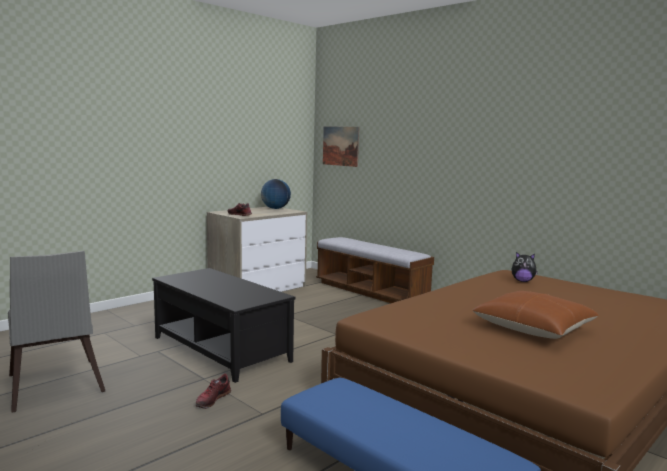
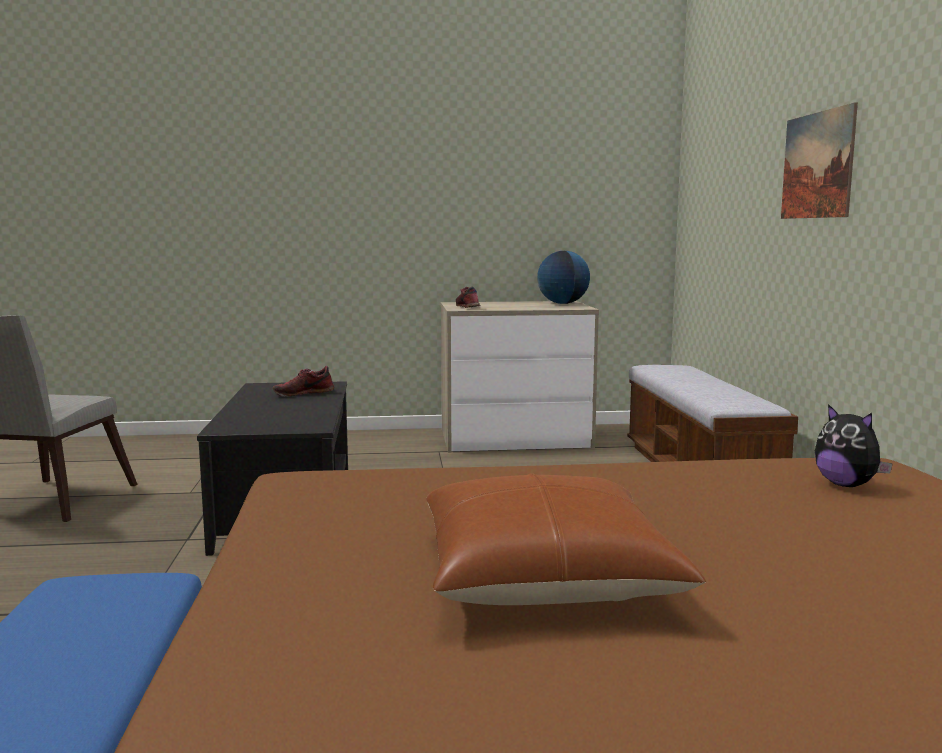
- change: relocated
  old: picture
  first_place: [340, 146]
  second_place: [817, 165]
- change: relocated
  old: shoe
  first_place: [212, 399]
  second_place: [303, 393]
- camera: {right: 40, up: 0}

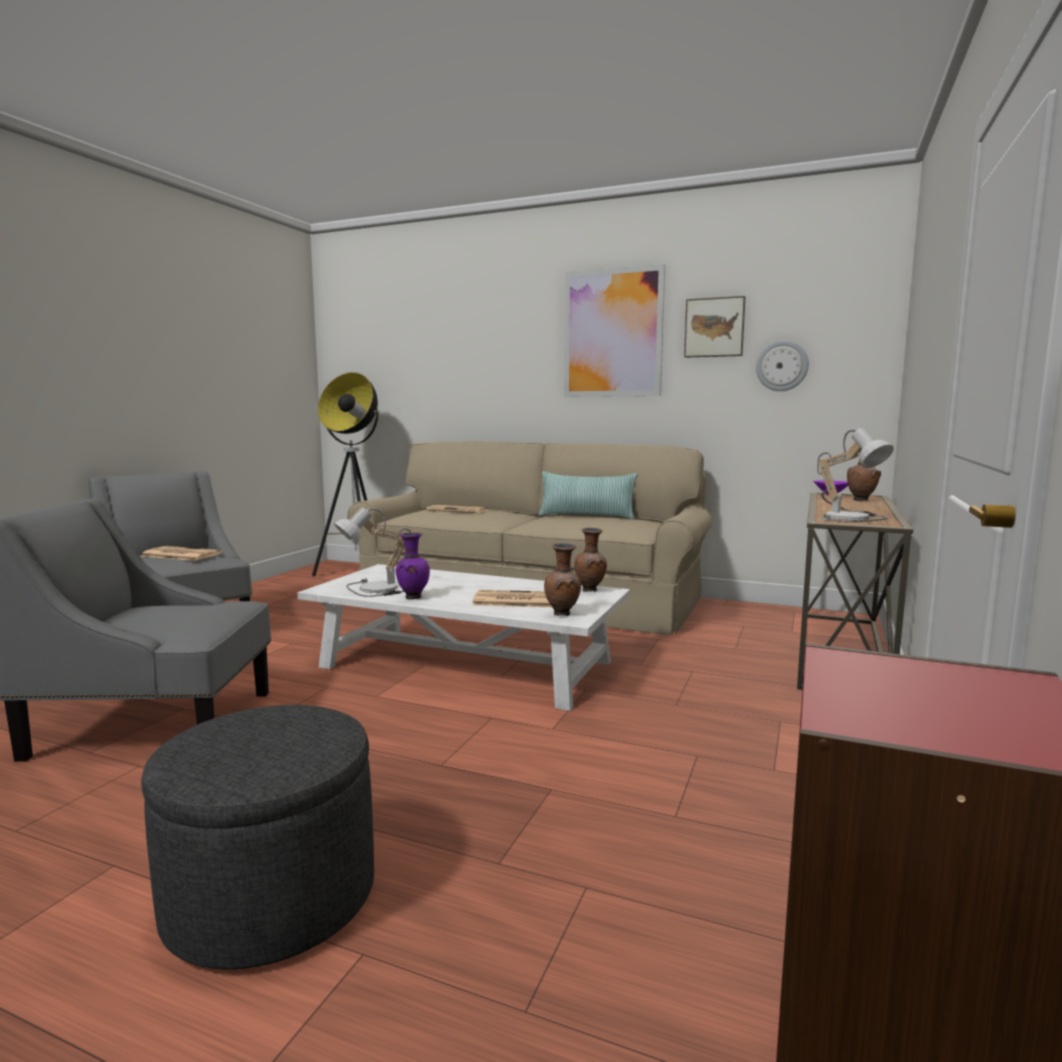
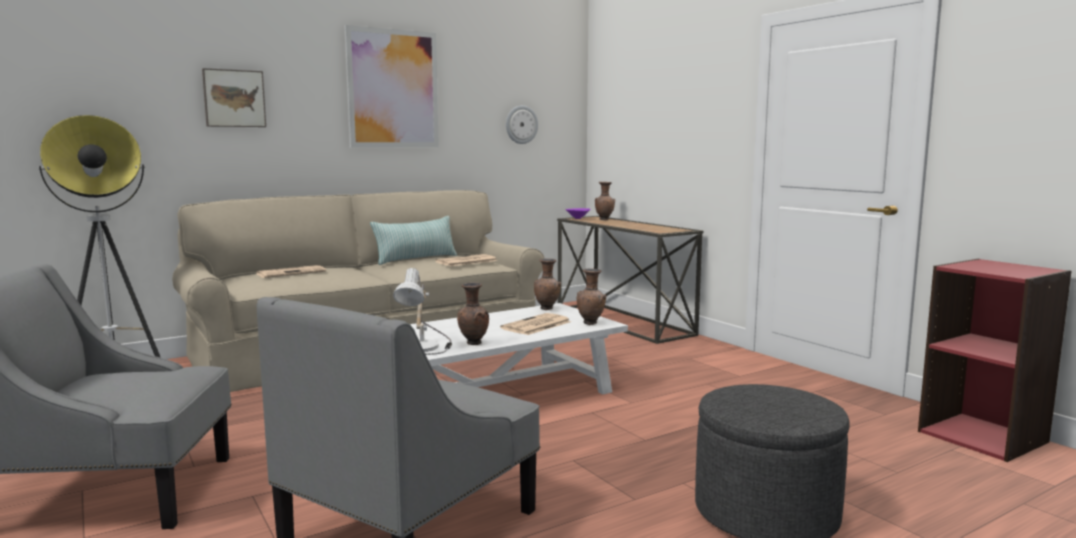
- change: relocated
  old: picture
  first_place: [714, 327]
  second_place: [234, 98]
- change: missing
  old: tabletop lamp
  first_place: [852, 517]
- change: colour
  old: purplish vase
  new: brown vase
  first_place: [412, 597]
  second_place: [473, 343]
- change: relocated
  old: printed paper
  first_place: [180, 555]
  second_place: [466, 261]
- camera: {right: -55, up: 0}

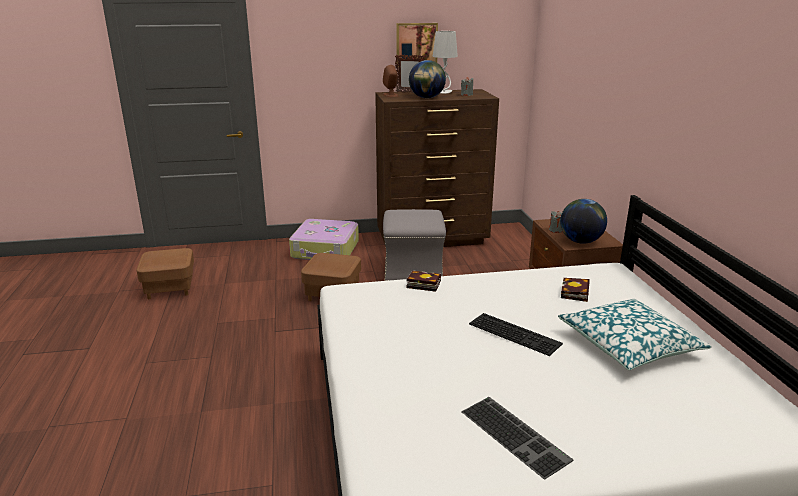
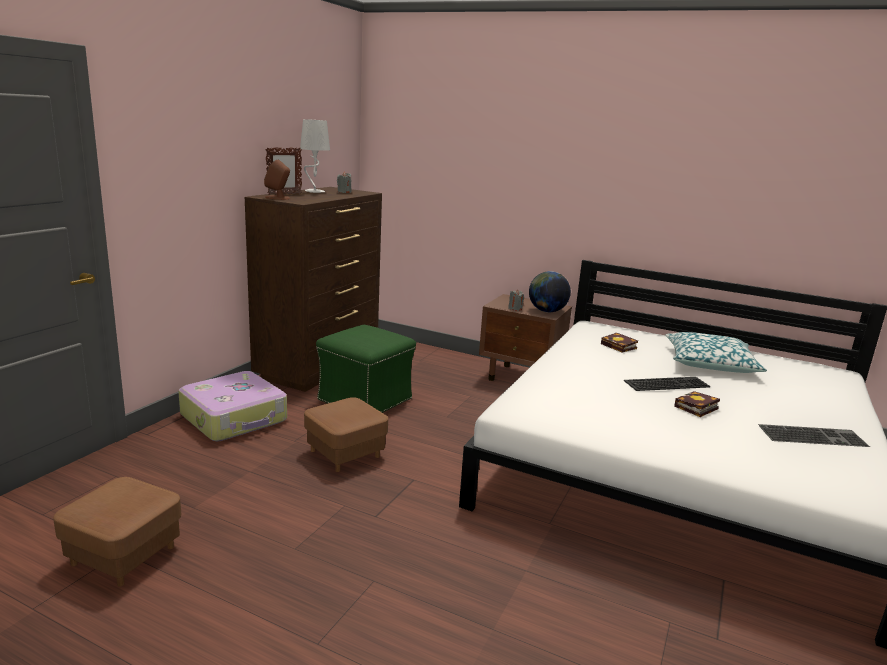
- change: missing
  old: picture
  first_place: [416, 44]
- change: missing
  old: globe
  first_place: [427, 98]
- change: colour
  old: gray footrest
  new: greenish footrest
  first_place: [413, 270]
  second_place: [365, 400]
- change: relocated
  old: volume
  first_place: [422, 284]
  second_place: [695, 408]
- camera: {right: -55, up: -5}

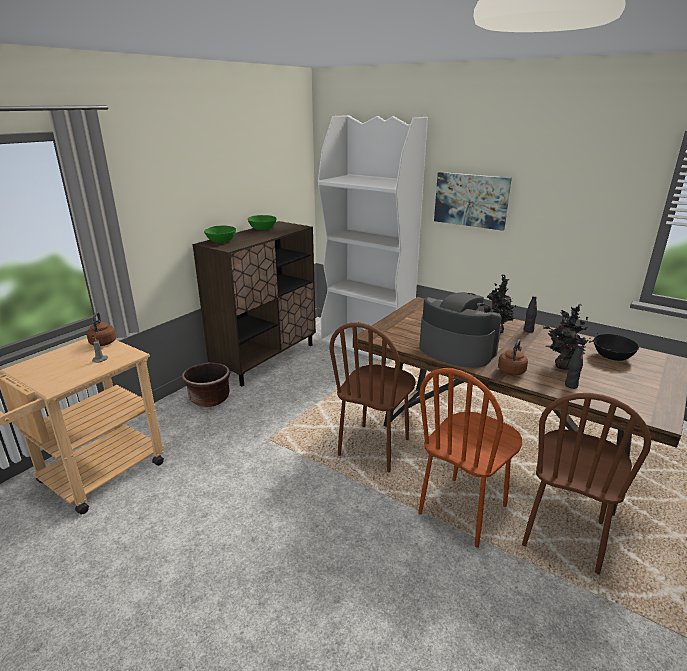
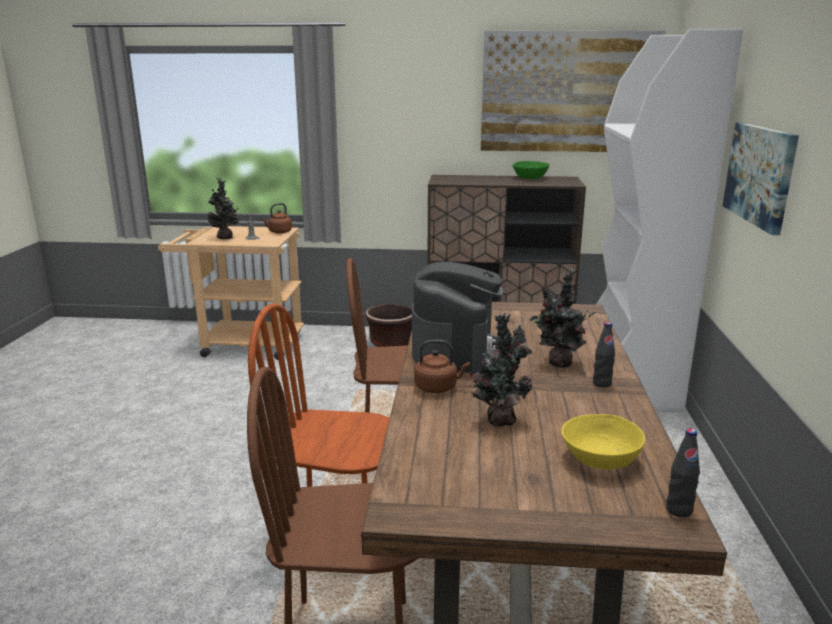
- change: missing
  old: greenish deep dish
  first_place: [221, 241]
- change: colour
  old: blackish deep dish
  new: yellow deep dish
  first_place: [612, 356]
  second_place: [600, 459]
- change: relocated
  old: blackish beverage bottle
  first_place: [571, 385]
  second_place: [679, 510]
- change: appeared
  new: picture
  second_place: [568, 92]
- change: appeared
  new: plant in a pot
  second_place: [226, 238]
- camera: {right: 60, up: -5}

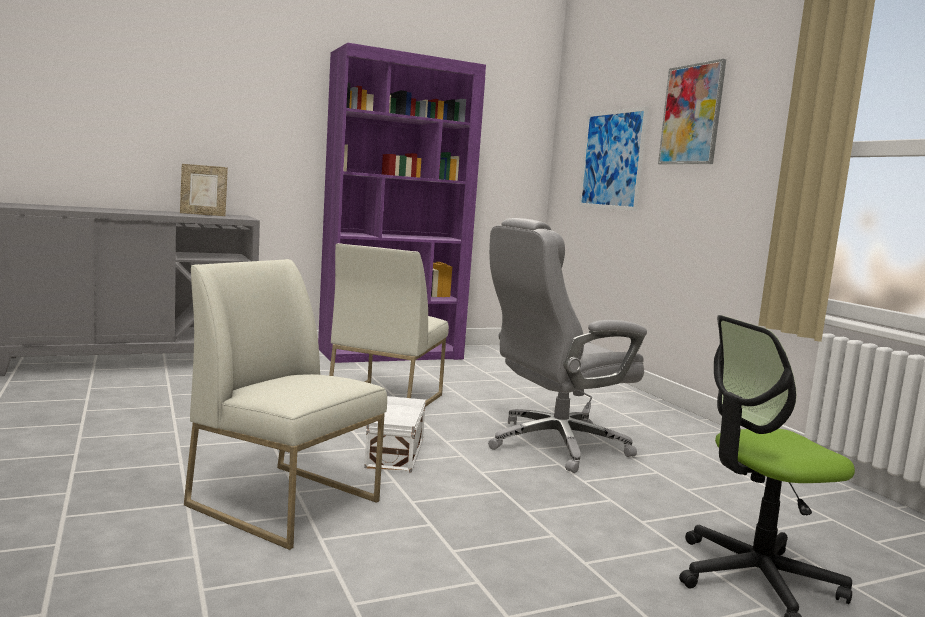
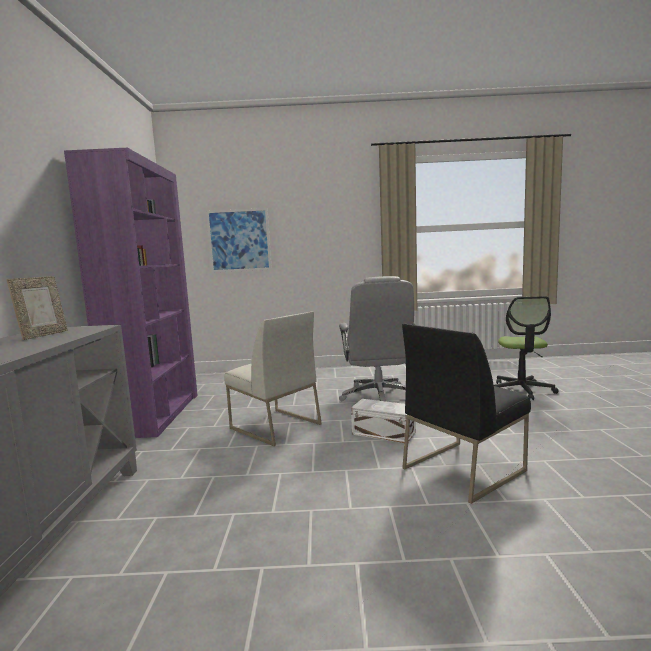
- change: missing
  old: picture
  first_place: [691, 114]
- change: colour
  old: whitish chair
  new: blackish chair
  first_place: [286, 503]
  second_place: [463, 469]
- camera: {right: -65, up: 0}

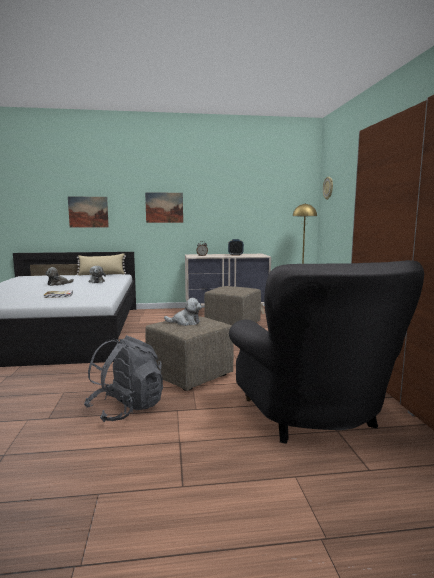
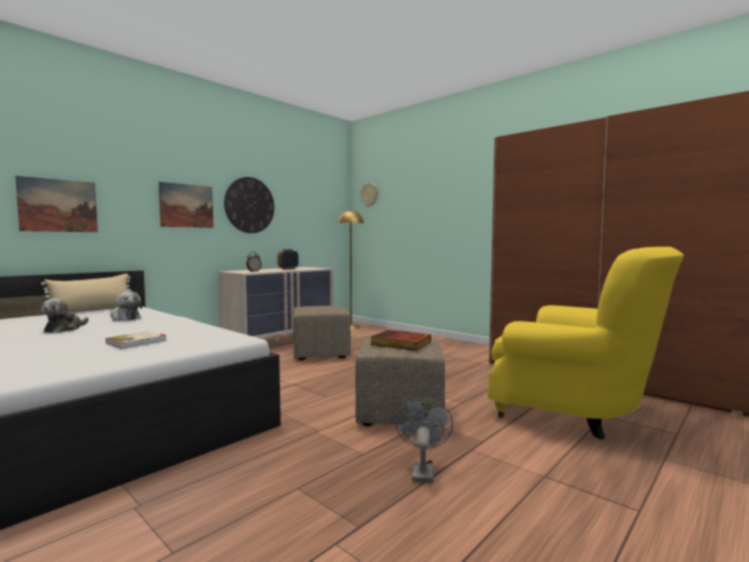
- change: colour
  old: gray lounge chair
  new: yellow lounge chair
  first_place: [314, 419]
  second_place: [574, 413]
- change: exchanged
  old: plush toy
  new: volume
  first_place: [185, 322]
  second_place: [400, 343]
- change: exchanged
  old: gray knapsack
  new: gray fan
  first_place: [126, 409]
  second_place: [422, 470]
- change: appeared
  new: hanging clock
  second_place: [249, 205]
- camera: {right: -40, up: -5}

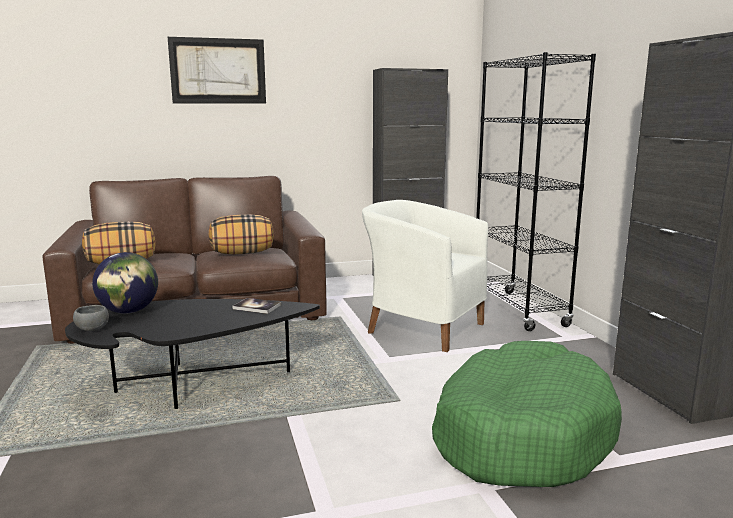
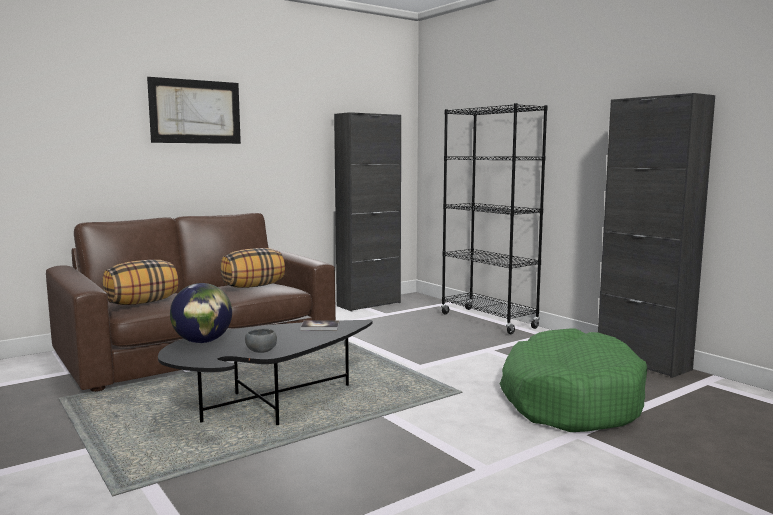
- change: missing
  old: whitish lounge chair
  first_place: [421, 327]
- change: relocated
  old: gray deep dish
  first_place: [92, 329]
  second_place: [261, 352]
- camera: {right: -20, up: -5}

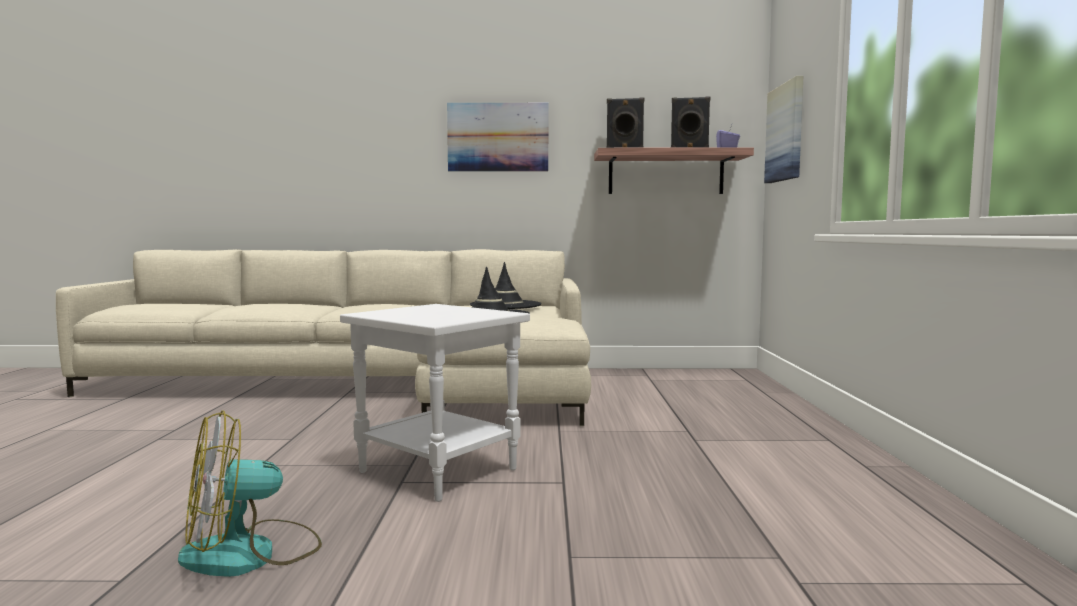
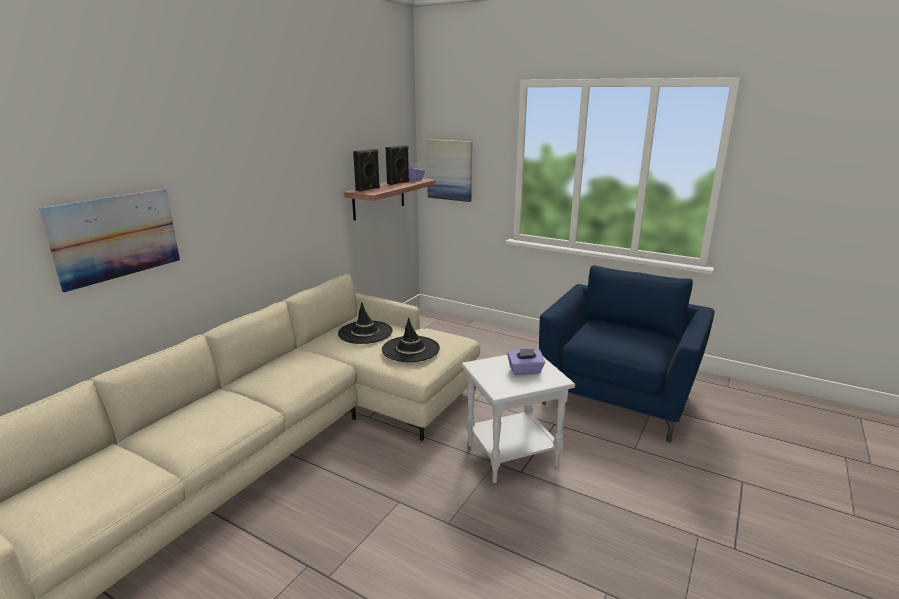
- change: relocated
  old: picture
  first_place: [498, 137]
  second_place: [116, 236]
- change: missing
  old: fan
  first_place: [251, 554]
- change: appeared
  new: blue-coloured lounge chair
  second_place: [617, 398]
- change: appeared
  new: purplish tissue box
  second_place: [525, 371]
- camera: {right: -60, up: 15}

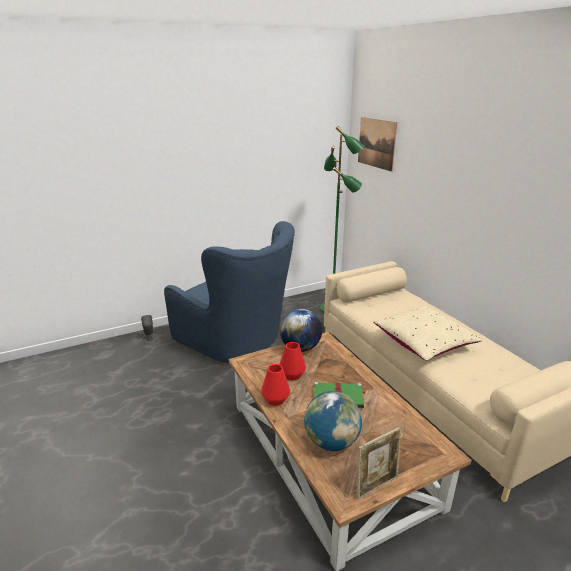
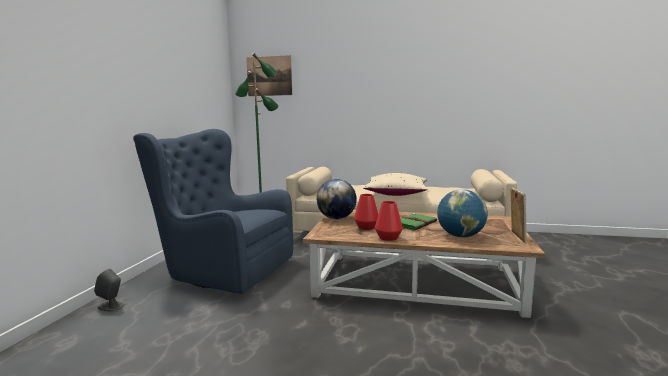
- change: spun
  old: blue-coloured lounge chair
  first_place: [236, 342]
  second_place: [221, 269]
  degrees: -150
- camera: {right: -50, up: -15}

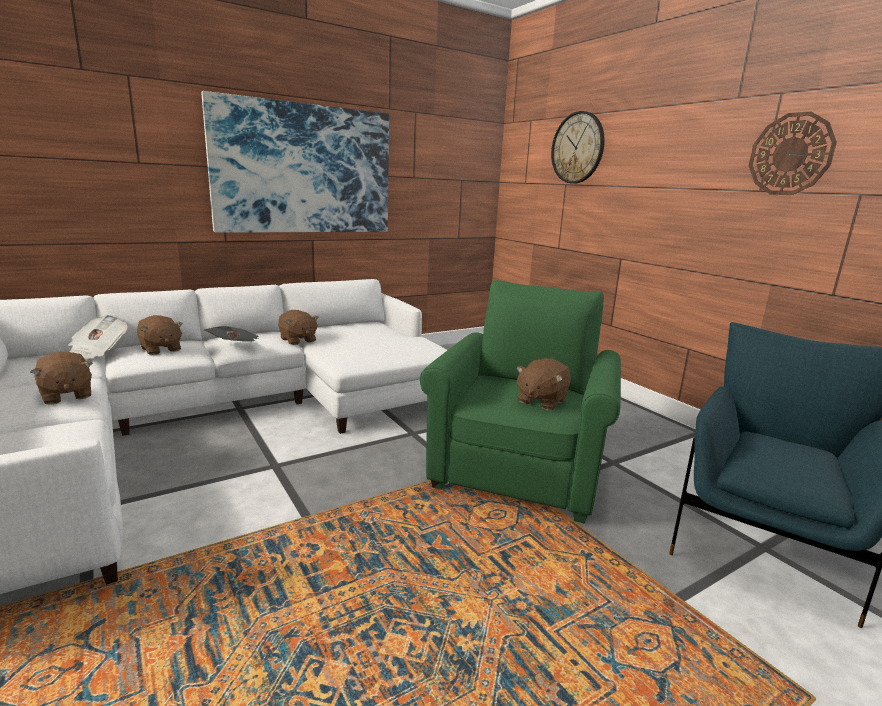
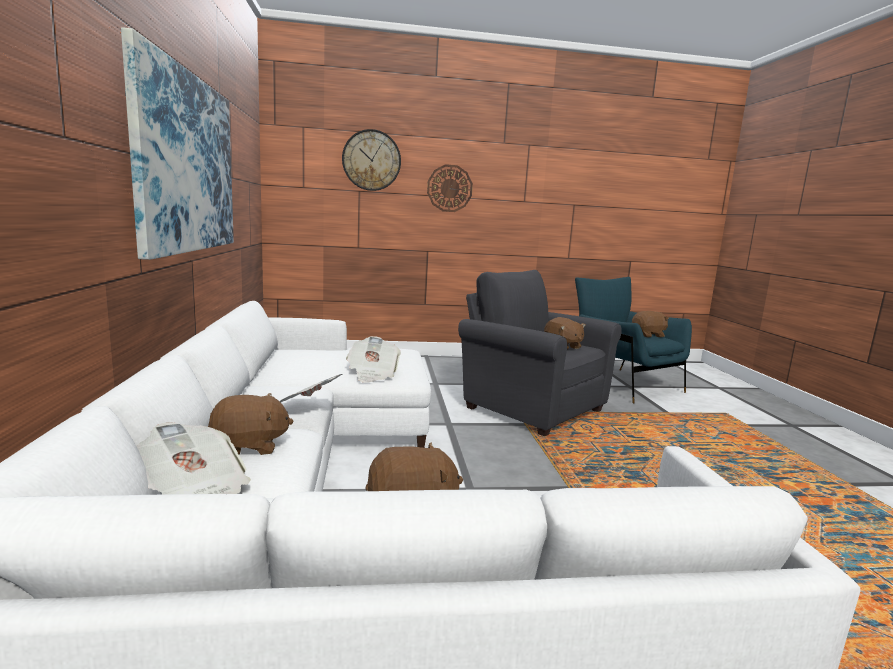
- change: relocated
  old: hanging clock
  first_place: [790, 154]
  second_place: [449, 188]
- change: colour
  old: greenish lounge chair
  new: gray lounge chair
  first_place: [520, 469]
  second_place: [530, 407]
- change: relocated
  old: brown plush toy
  first_place: [297, 340]
  second_place: [648, 335]
- change: appeared
  new: printed paper
  second_place: [372, 374]
- camera: {right: -65, up: -5}

